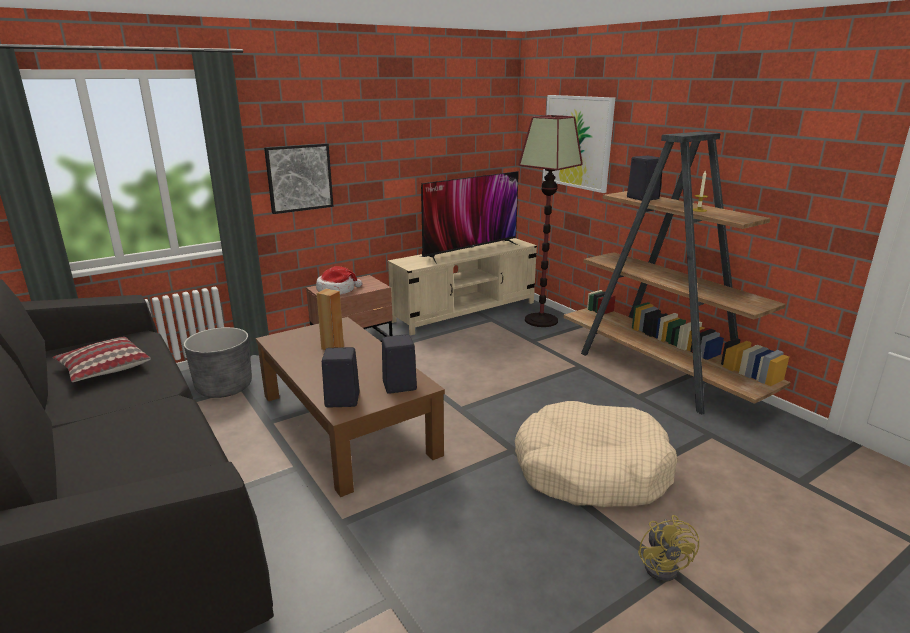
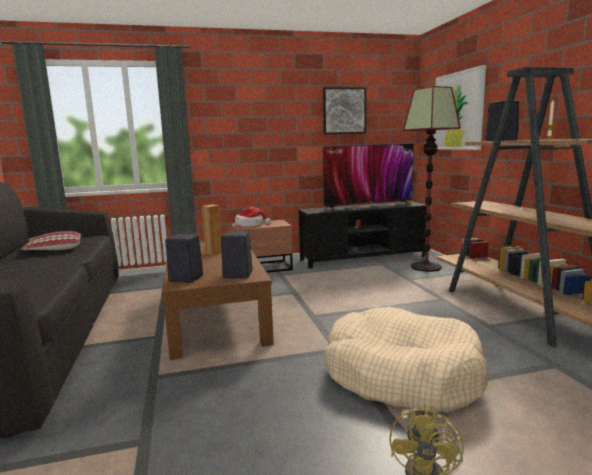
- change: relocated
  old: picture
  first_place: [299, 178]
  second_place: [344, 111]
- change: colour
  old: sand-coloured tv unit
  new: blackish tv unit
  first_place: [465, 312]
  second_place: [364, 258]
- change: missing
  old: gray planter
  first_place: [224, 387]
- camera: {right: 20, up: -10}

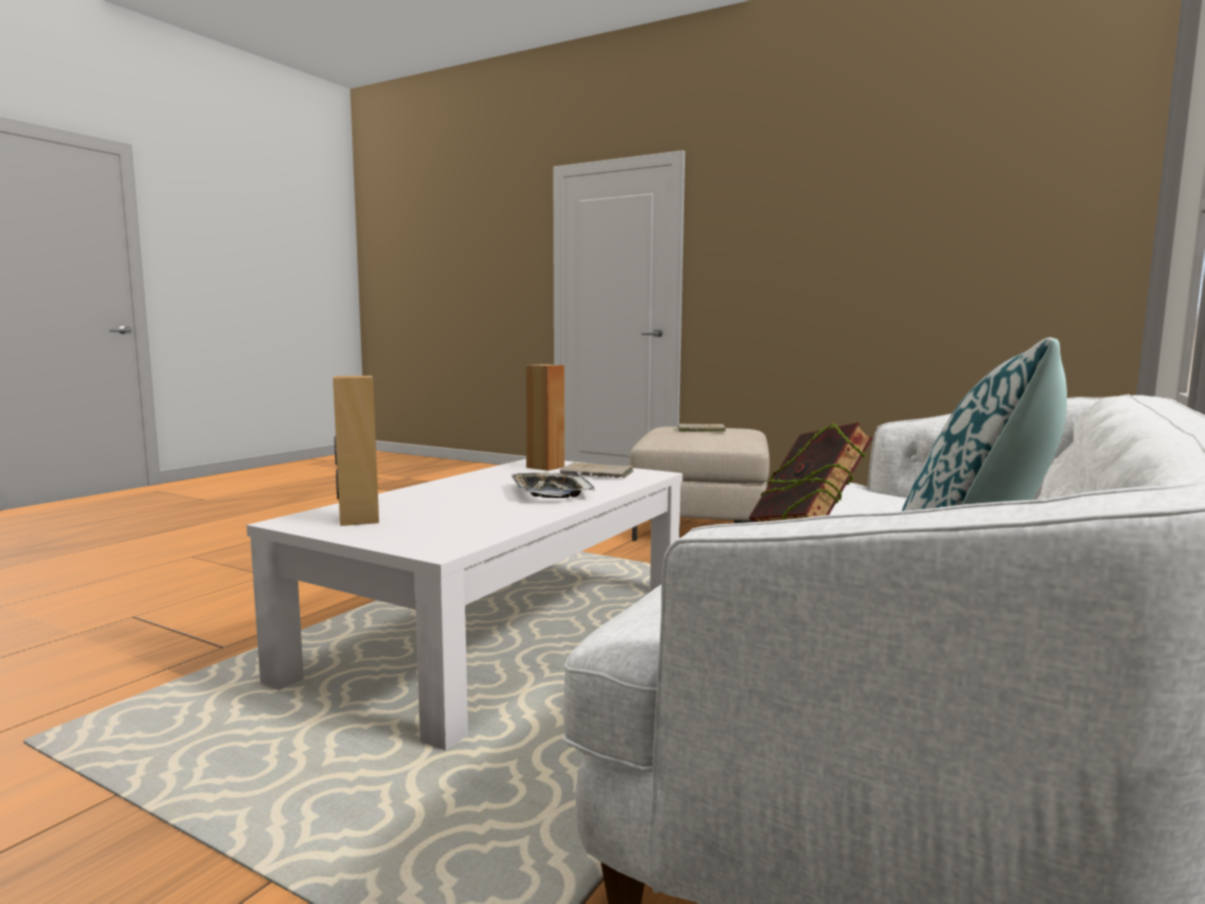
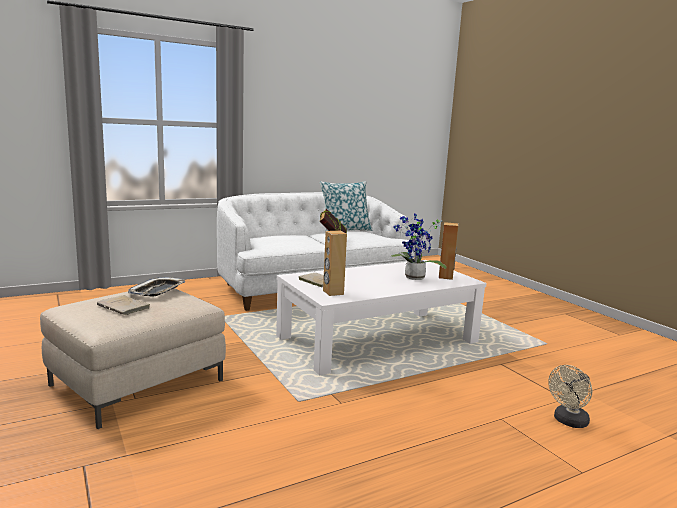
- change: relocated
  old: serving tray
  first_place: [550, 492]
  second_place: [158, 291]
- change: appeared
  new: plant in a pot
  second_place: [413, 278]
- change: appeared
  new: sand-coloured fan
  second_place: [568, 422]
- camera: {right: -150, up: 5}

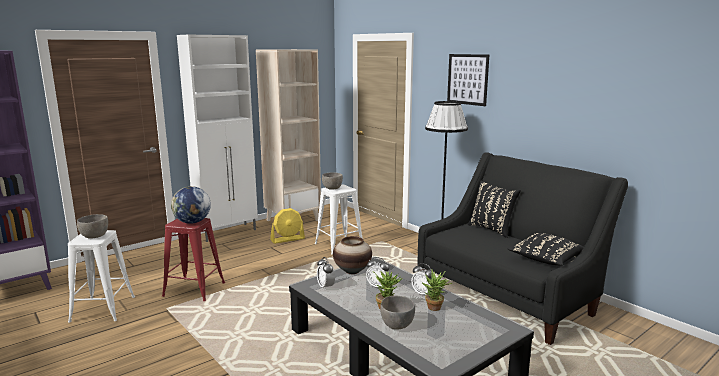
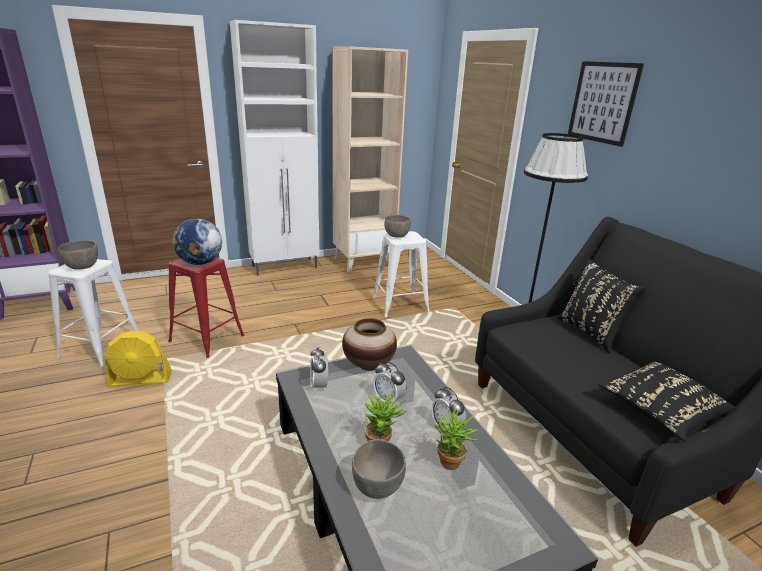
- change: relocated
  old: yellow fan
  first_place: [287, 239]
  second_place: [141, 379]
- camera: {right: 15, up: 10}

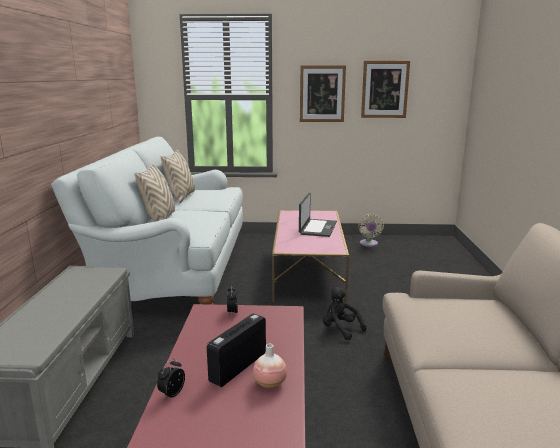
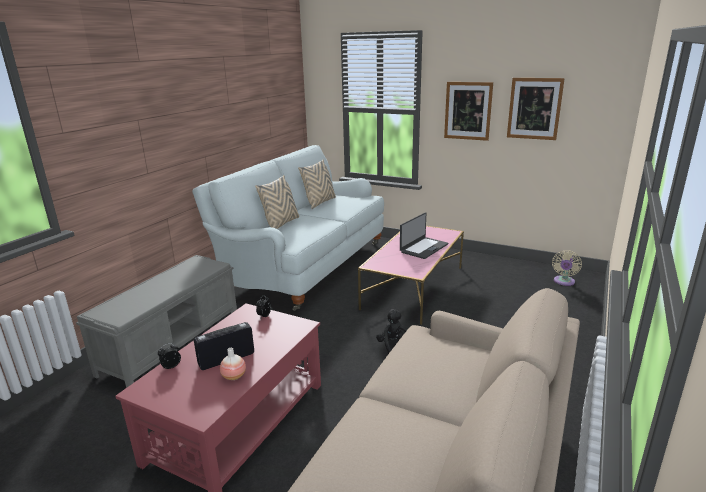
- change: relocated
  old: sand-coloured fan
  first_place: [369, 244]
  second_place: [563, 282]
- camera: {right: 25, up: 5}

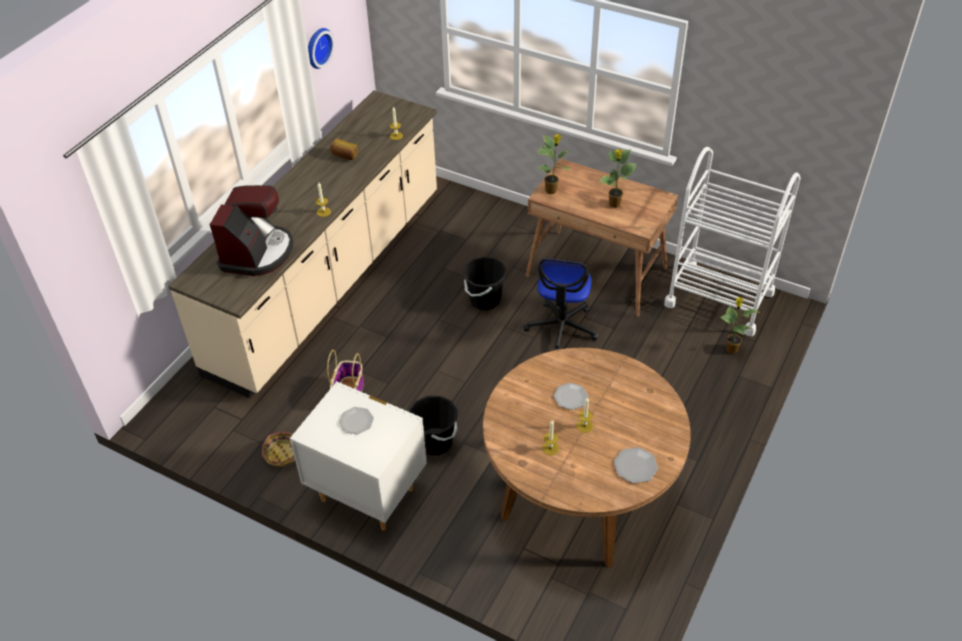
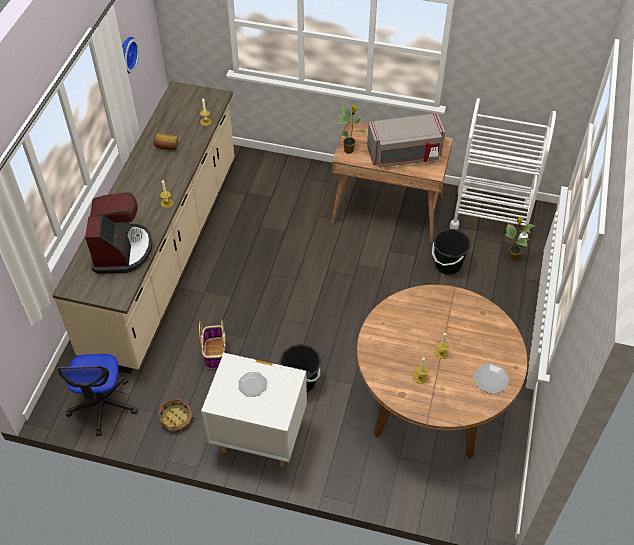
- change: exchanged
  old: plant in a pot
  new: gray kitchen microwave
  first_place: [614, 204]
  second_place: [404, 155]
- change: relocated
  old: blackish bucket
  first_place: [485, 300]
  second_place: [447, 264]
- change: relocated
  old: computer chair
  first_place: [561, 327]
  second_place: [103, 405]
- change: missing
  old: dinner plate
  first_place: [571, 397]
- camera: {right: -15, up: 5}

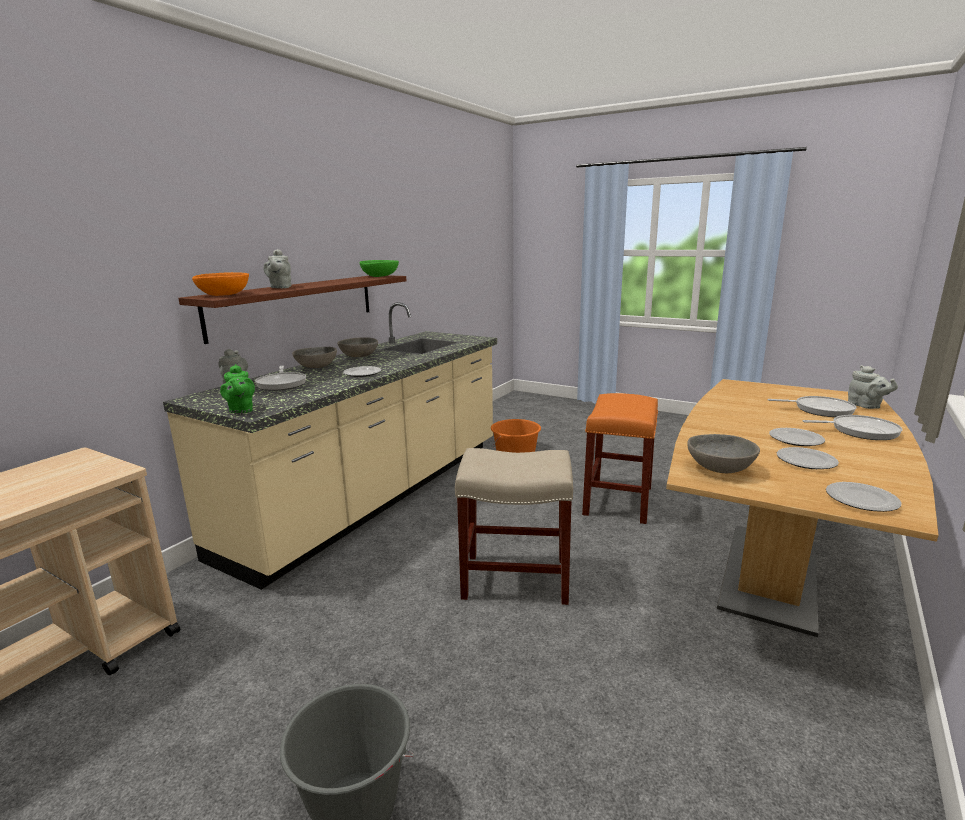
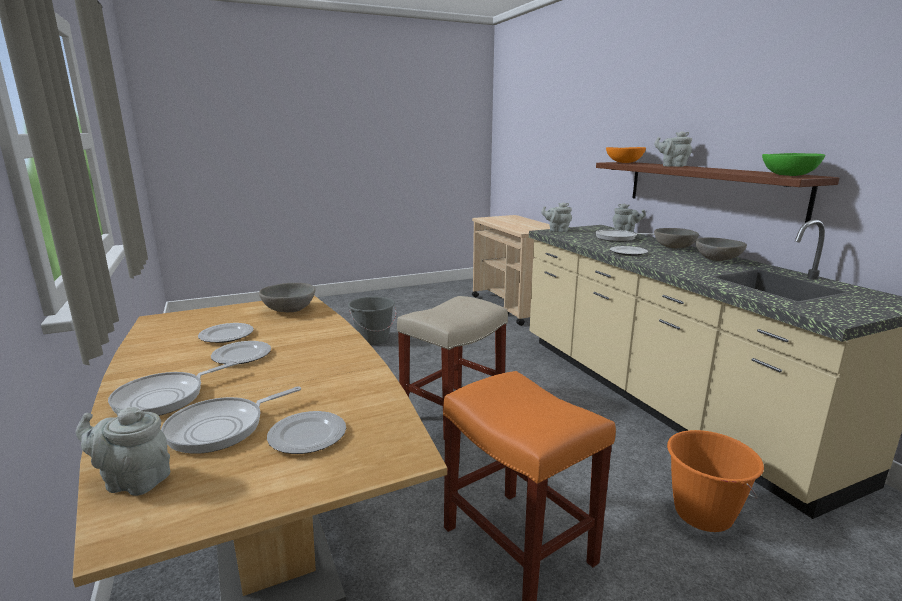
- change: colour
  old: greenish tea pot
  new: gray tea pot
  first_place: [241, 410]
  second_place: [557, 230]
- change: relocated
  old: dinner plate
  first_place: [862, 500]
  second_place: [307, 436]
- camera: {right: 125, up: 0}

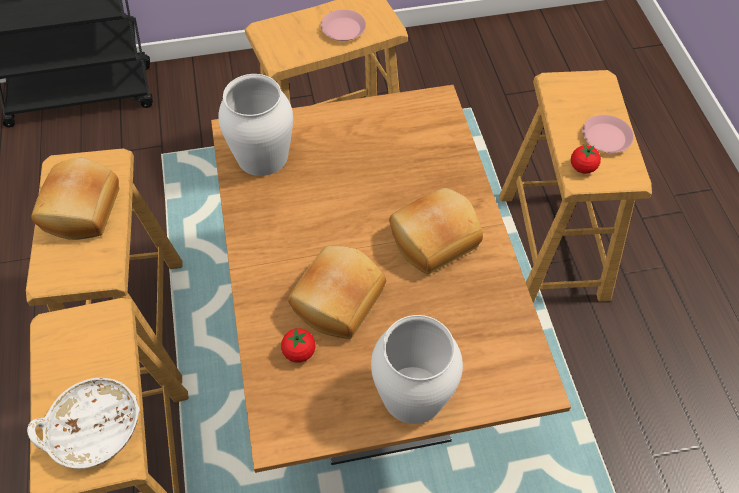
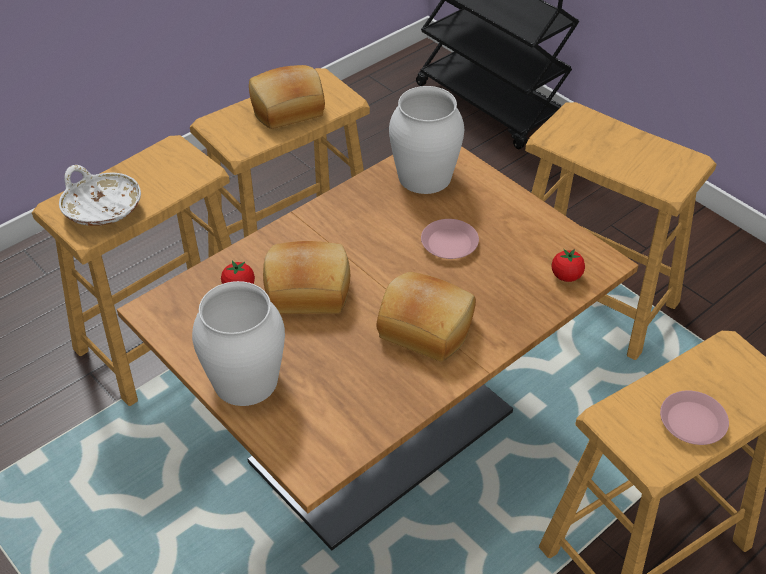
- change: relocated
  old: pink-coloured dinner plate
  first_place: [343, 29]
  second_place: [449, 244]
- change: relocated
  old: fresh tomato
  first_place: [582, 167]
  second_place: [566, 276]
- camera: {right: 60, up: -10}

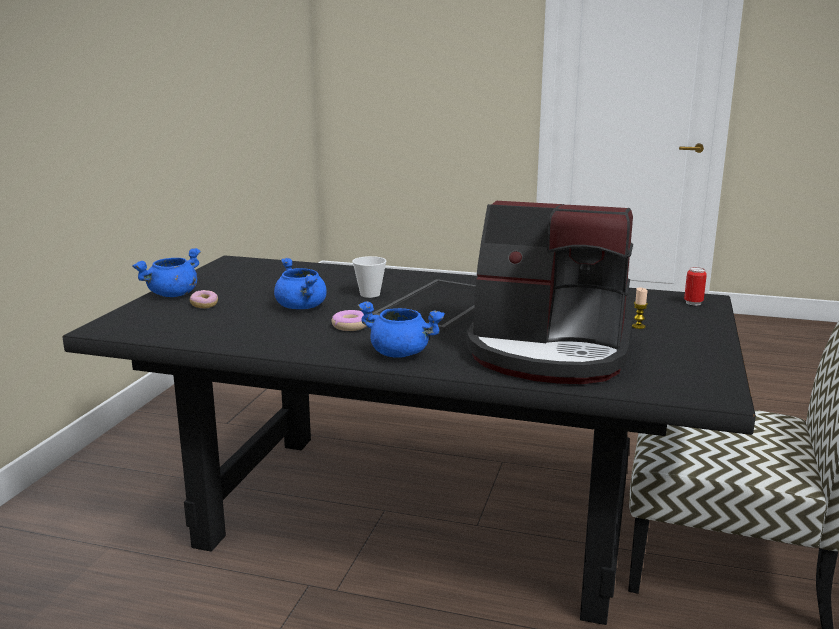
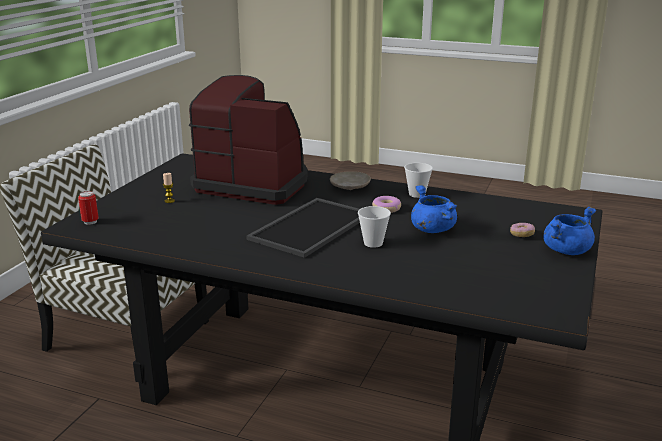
- change: exchanged
  old: blue-coloured saucepot
  new: sand-coloured dinner plate
  first_place: [401, 353]
  second_place: [349, 187]
- change: appeared
  new: drinking cup
  second_place: [417, 194]
- camera: {right: -175, up: 5}

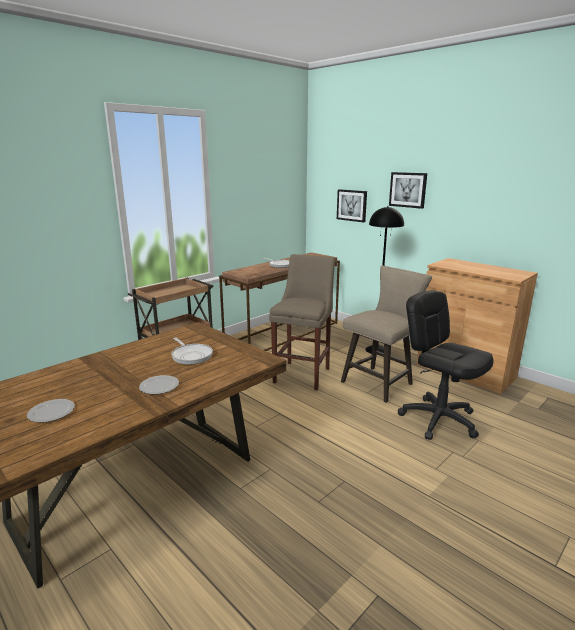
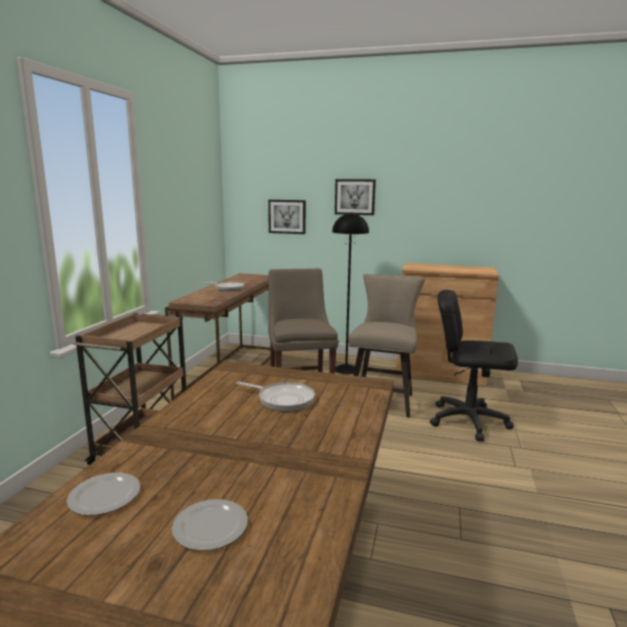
- change: relocated
  old: dinner plate
  first_place: [160, 386]
  second_place: [106, 496]
- camera: {right: -30, up: -5}

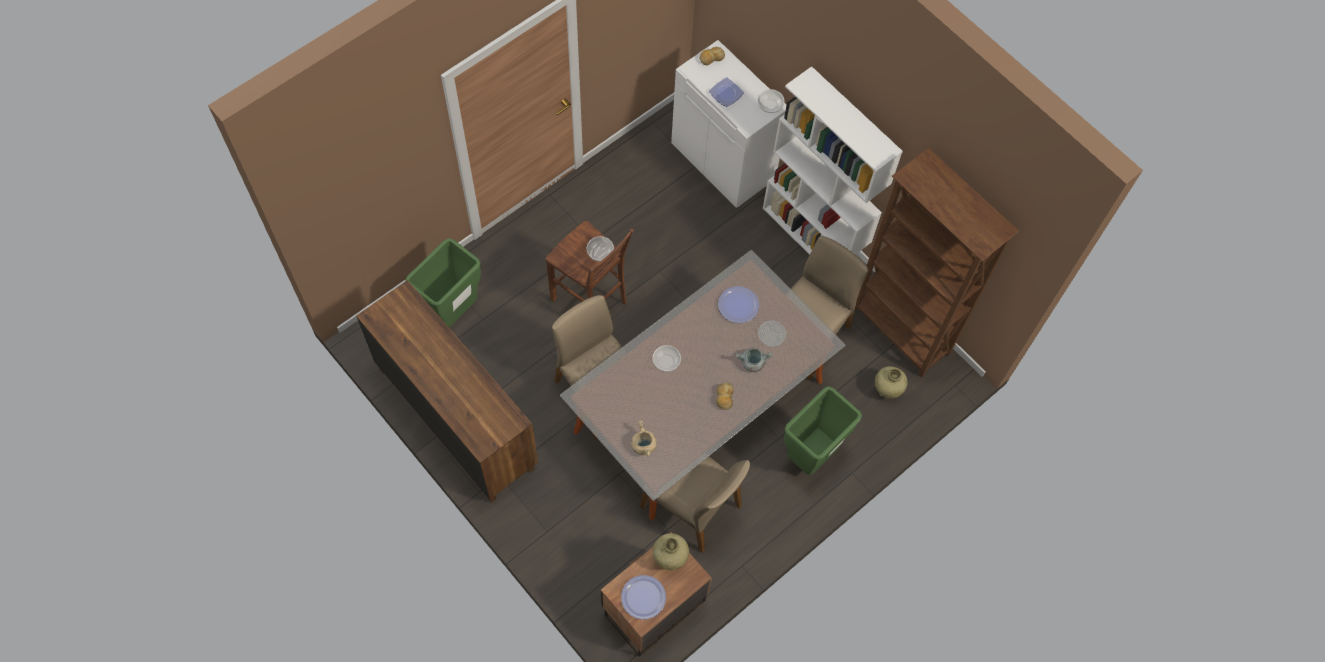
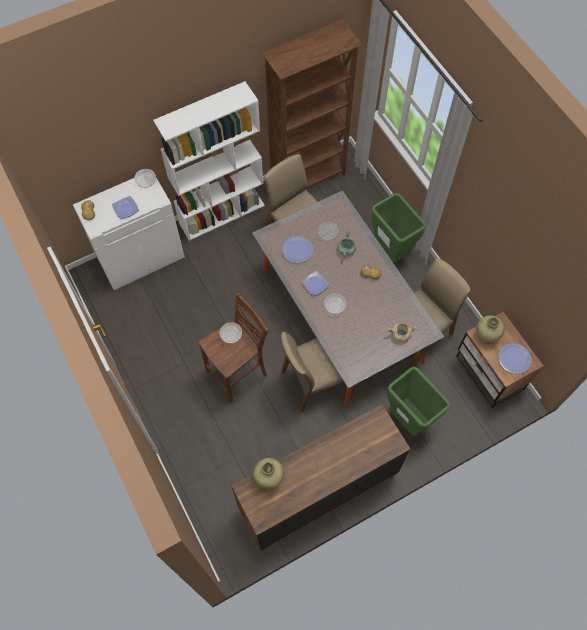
- change: relocated
  old: greenish trash can
  first_place: [452, 313]
  second_place: [409, 420]
- change: relocated
  old: sand-coloured vase
  first_place: [887, 390]
  second_place: [269, 478]
- change: appeared
  new: dinner plate
  second_place: [316, 284]
- camera: {right: -75, up: 0}

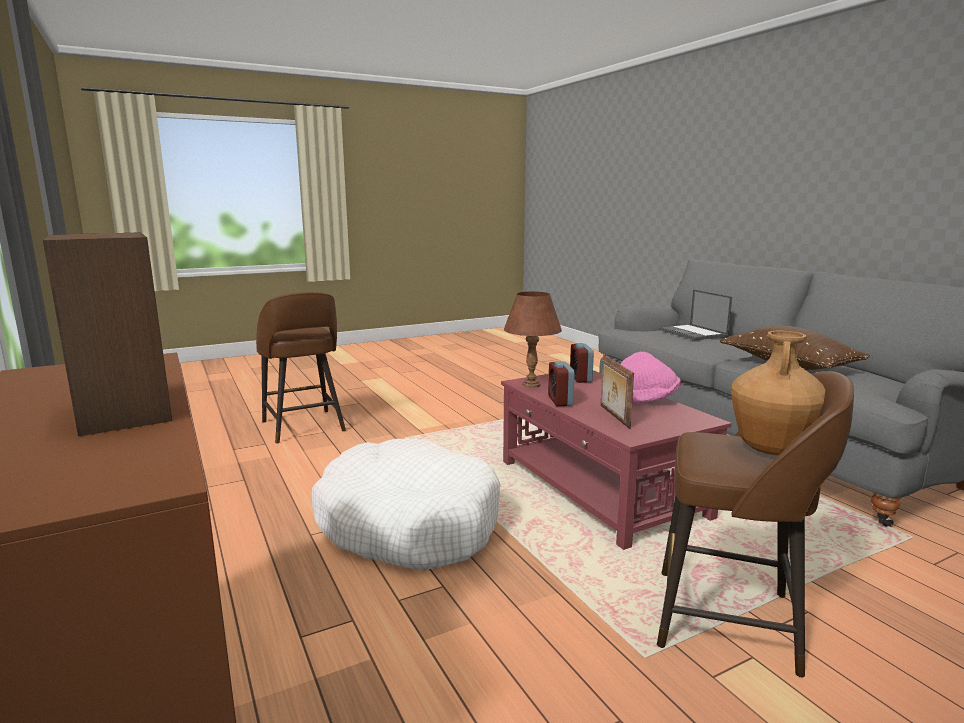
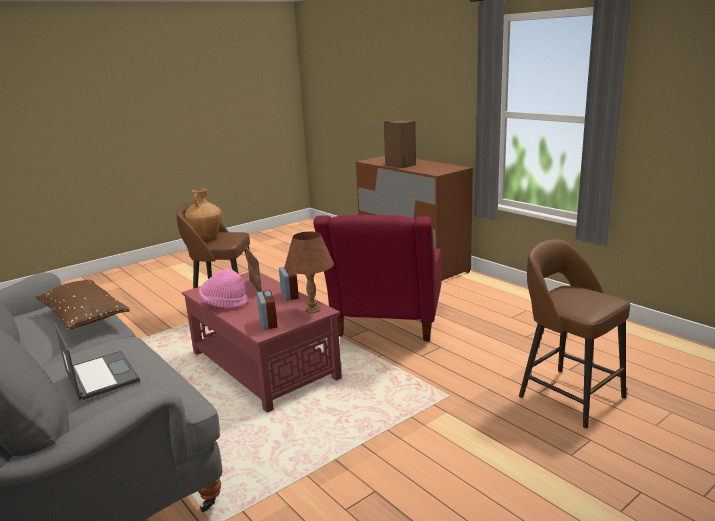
- change: exchanged
  old: whitish dog bed
  new: red-coloured lounge chair
  first_place: [407, 523]
  second_place: [386, 326]
- camera: {right: 170, up: 5}

